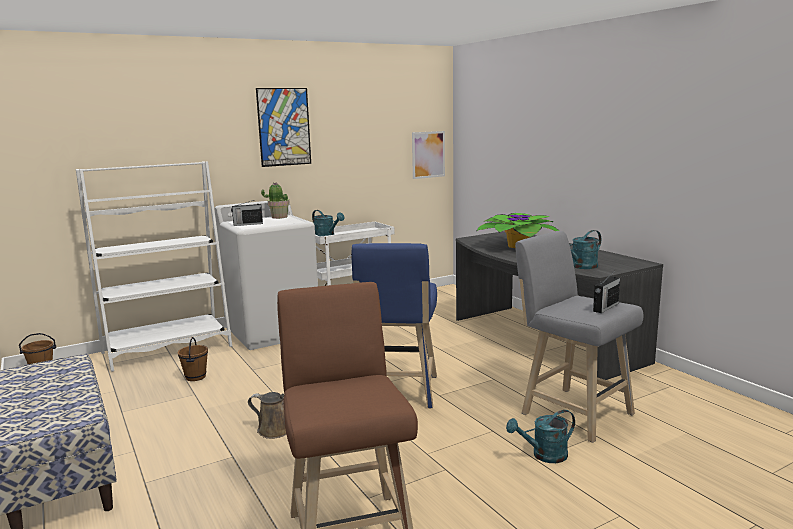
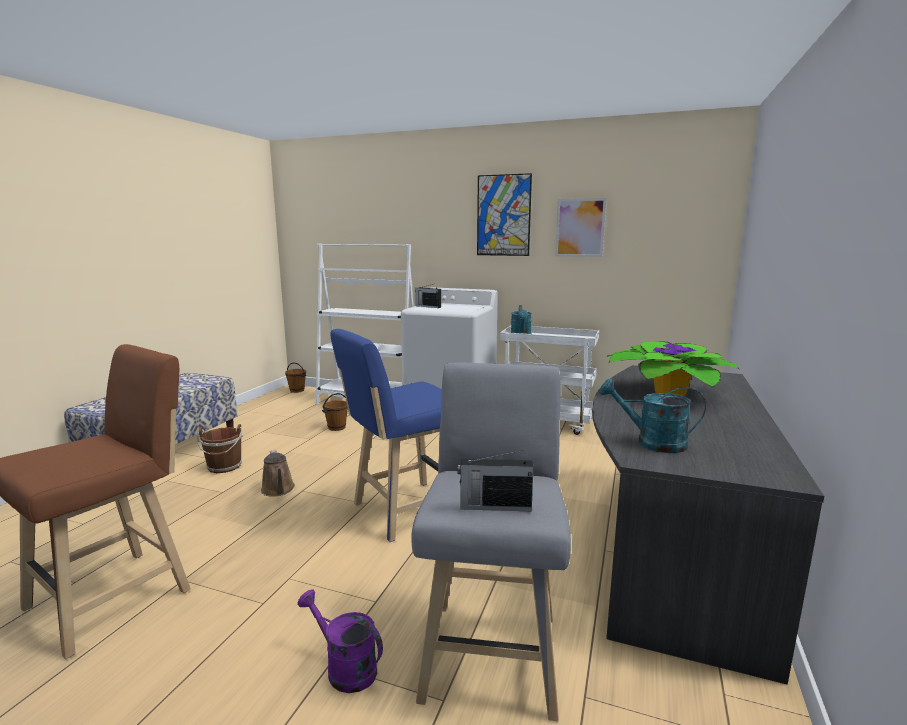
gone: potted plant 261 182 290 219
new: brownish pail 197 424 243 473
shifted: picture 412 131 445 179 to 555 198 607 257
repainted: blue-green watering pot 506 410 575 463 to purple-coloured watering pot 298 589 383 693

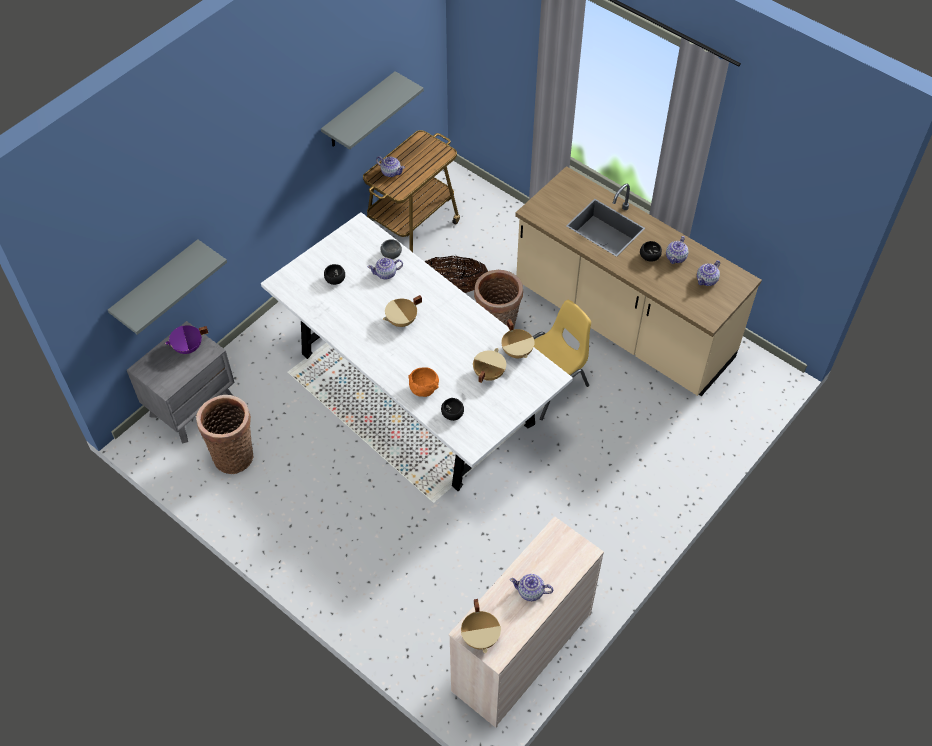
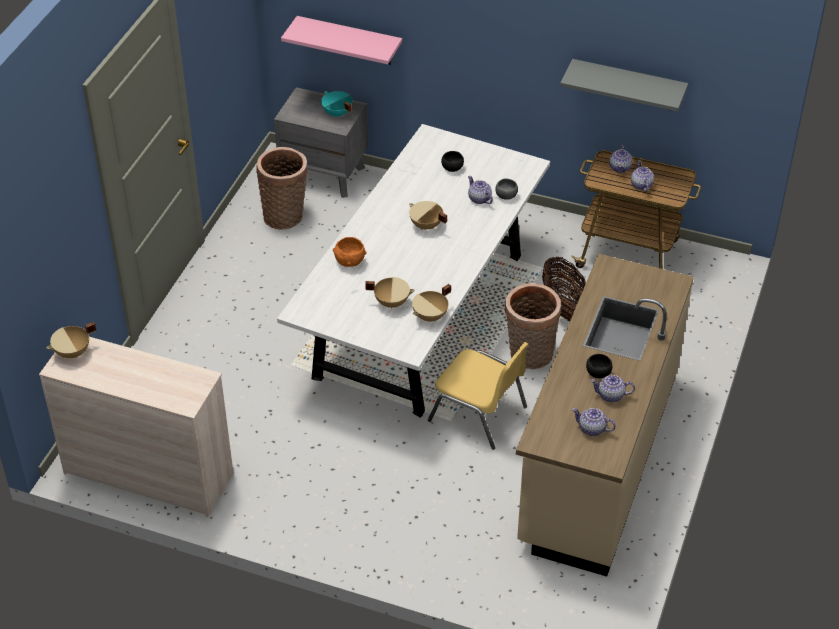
gone: black-coloured serving bowl 441 398 464 421
shifted: tea pot 510 574 553 601 to 631 160 654 192
repainted: greyish wall shelf 108 239 227 335 to pink-coloured wall shelf 281 16 402 64; purple-coloured stockpot 165 325 208 354 to blue-green stockpot 321 91 352 117

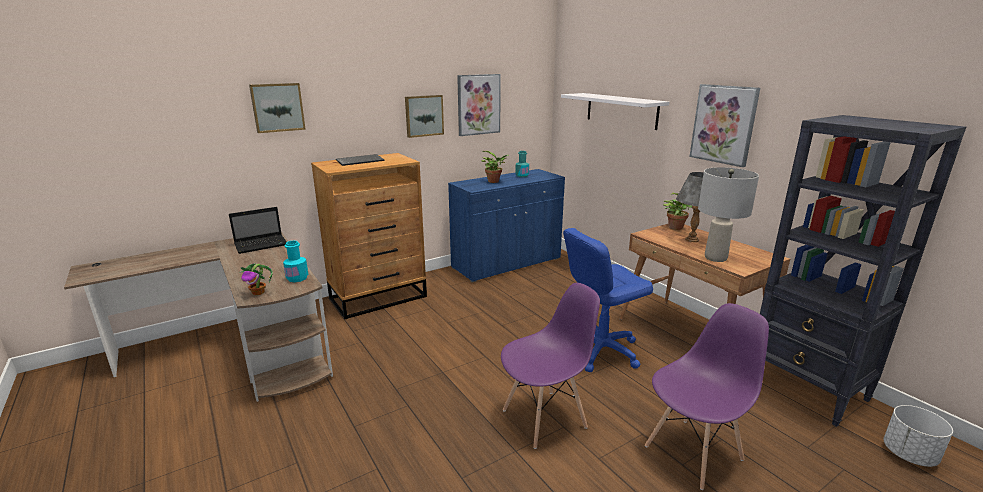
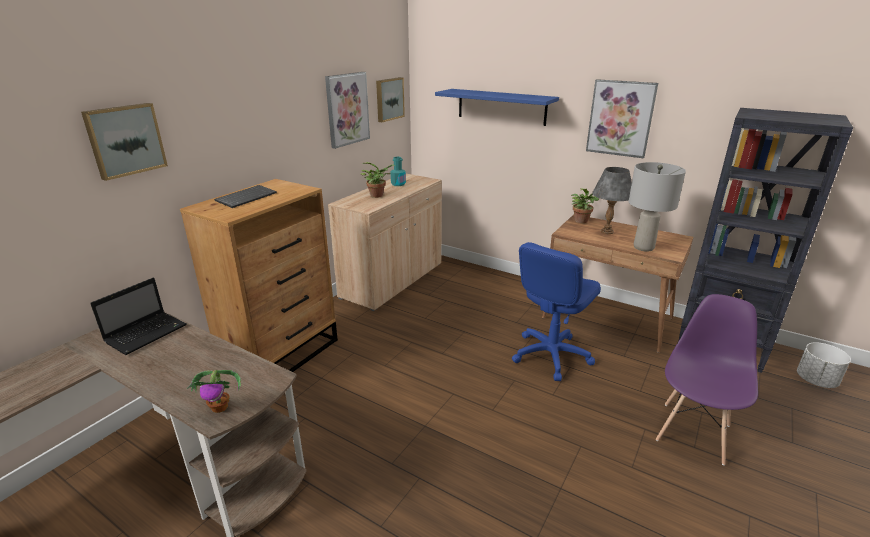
gone: blue-green beverage bottle 283 241 308 282; purple-coloured upright chair 501 283 600 449
shifted: picture 405 95 444 138 to 376 77 405 122
repainted: blue-coloured storage cabinet 448 169 565 282 to beige storage cabinet 328 174 442 311; whitish wall shelf 561 93 669 130 to blue-coloured wall shelf 435 89 559 126

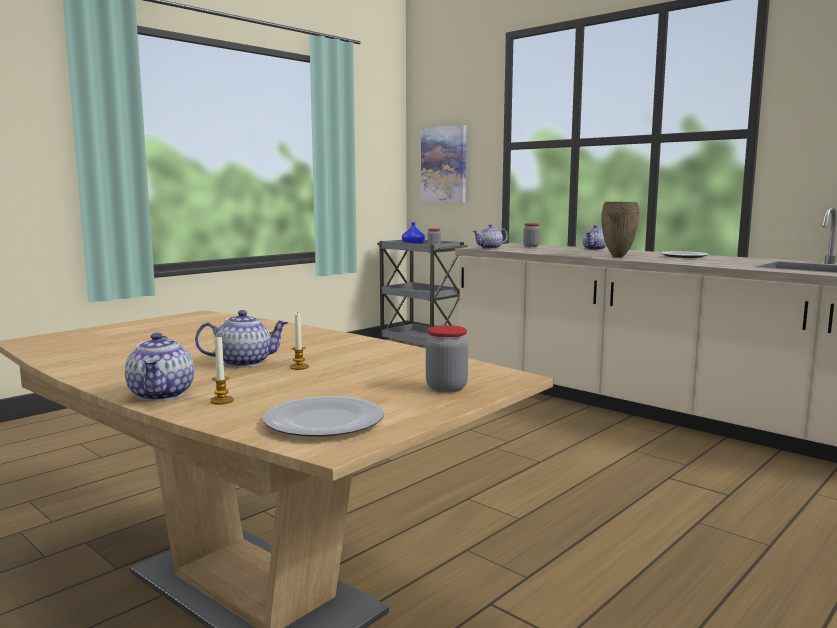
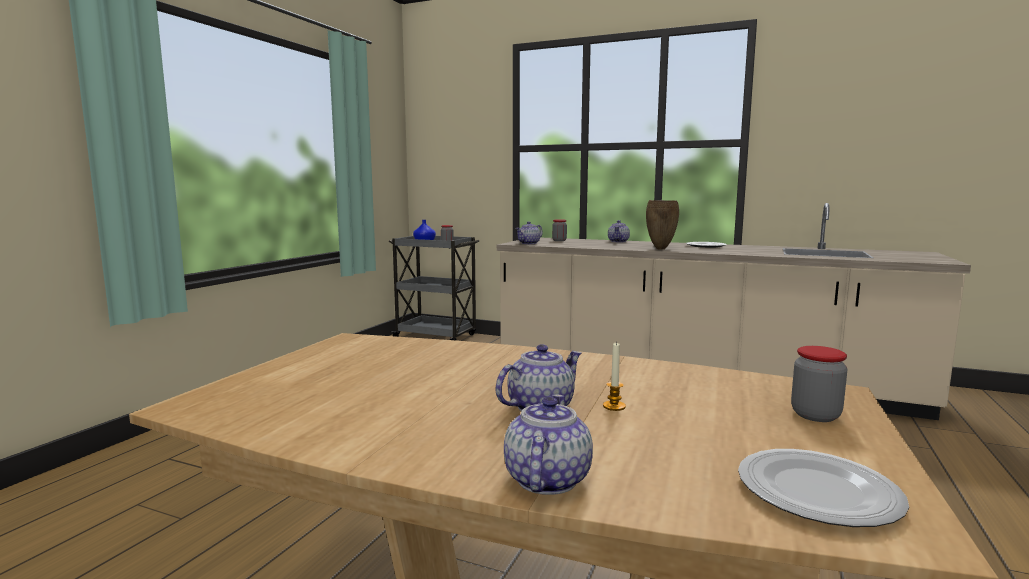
gone: wax candle 210 336 233 405; picture 421 125 466 203
rotated: tea pot 125 333 194 401 = 504 394 593 495 135 degrees counterclockwise

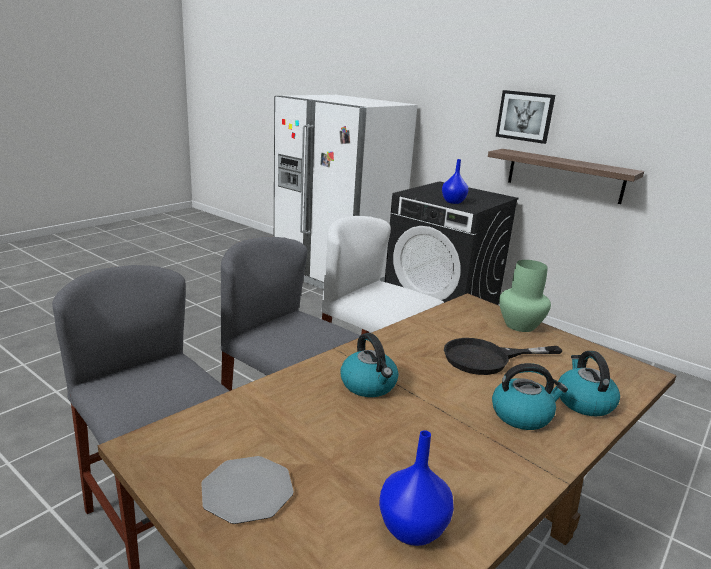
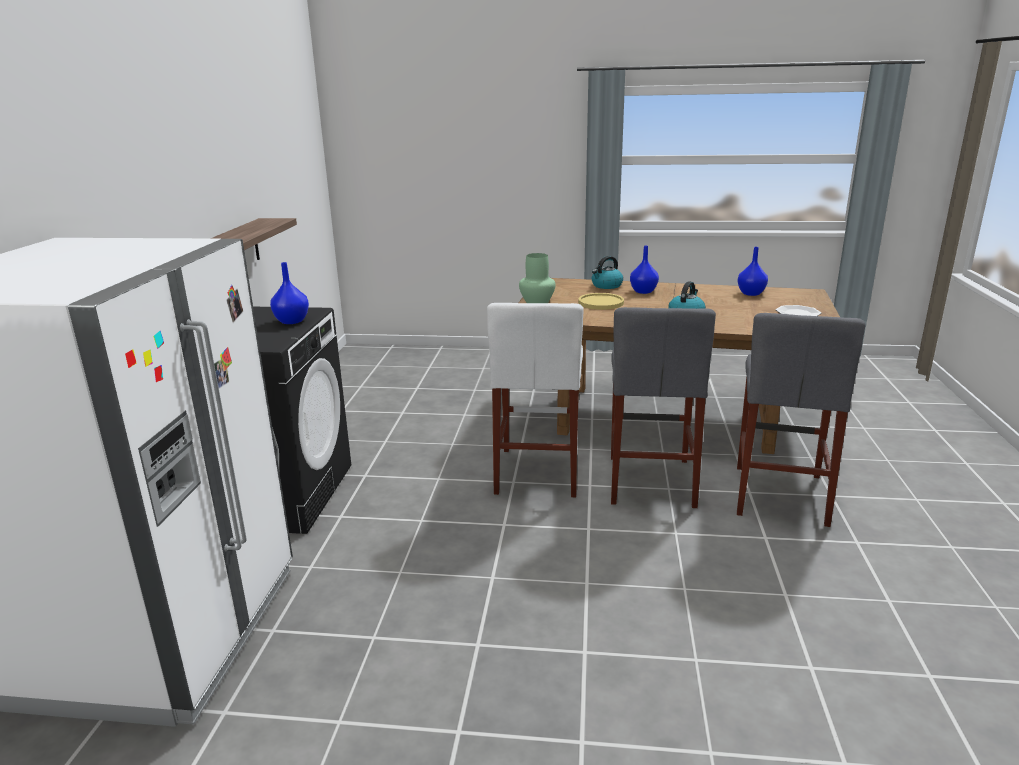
gone: picture 496 90 555 144
swapped: black-coloured pan 444 338 563 375 to yellow flat dish 578 293 624 310; kettle 492 363 568 430 to blue-coloured decorative vase 630 246 659 294

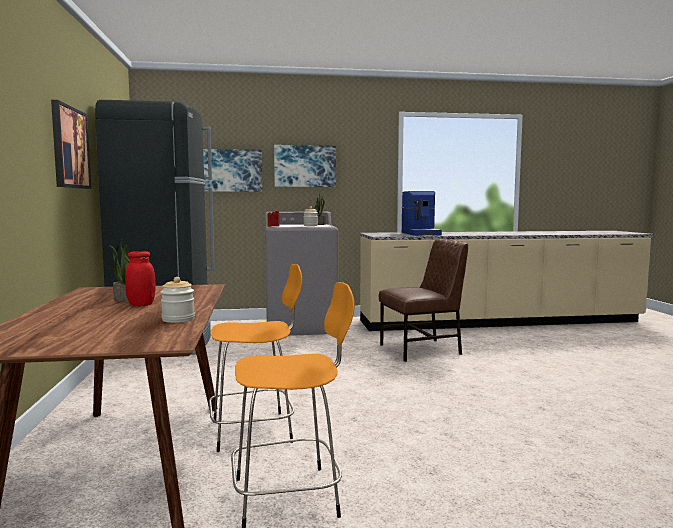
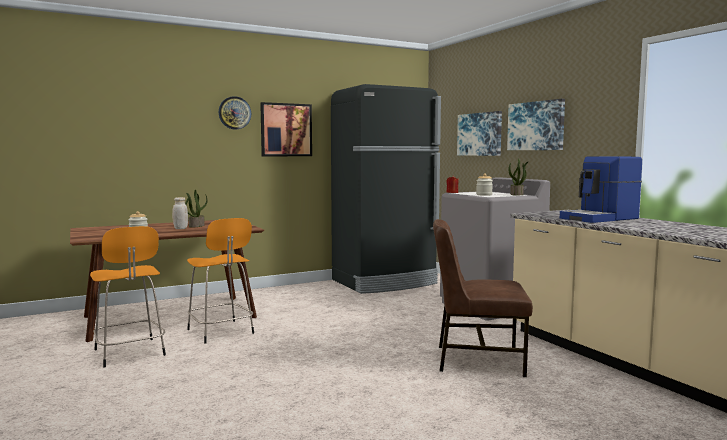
new: wall clock 219 96 251 129
repainted: red jar 125 251 156 306 to whitish jar 172 197 188 229
rotated: brownish upright chair 379 239 468 362 = 433 219 533 377 135 degrees clockwise

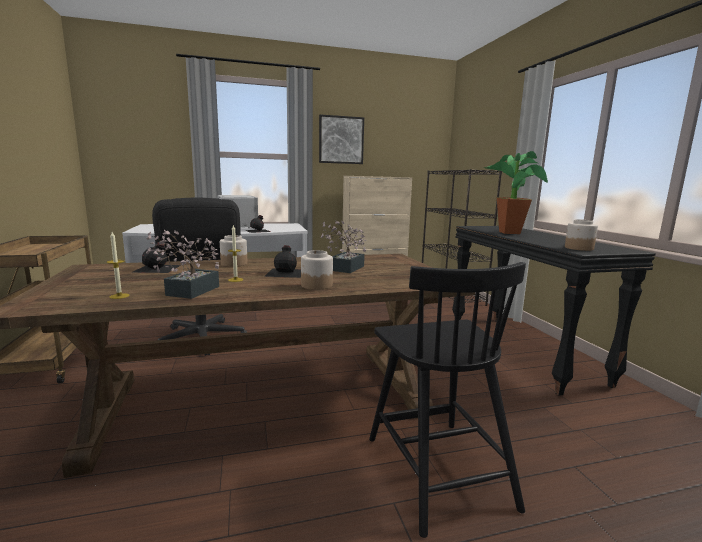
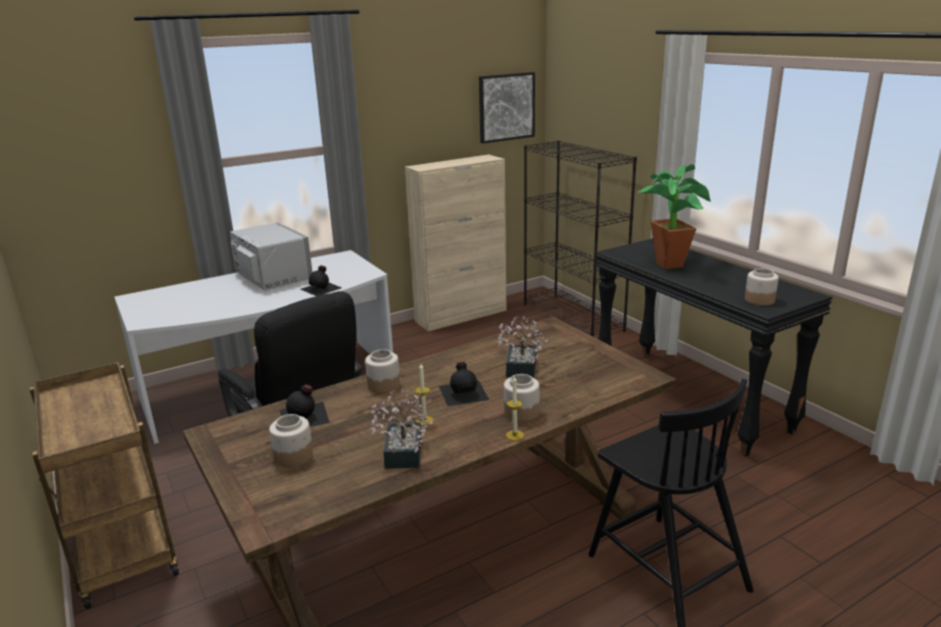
new: jar 269 414 313 467
shifted: wax candle 107 232 130 299 to 506 375 524 440; picture 319 115 364 164 to 479 72 535 144

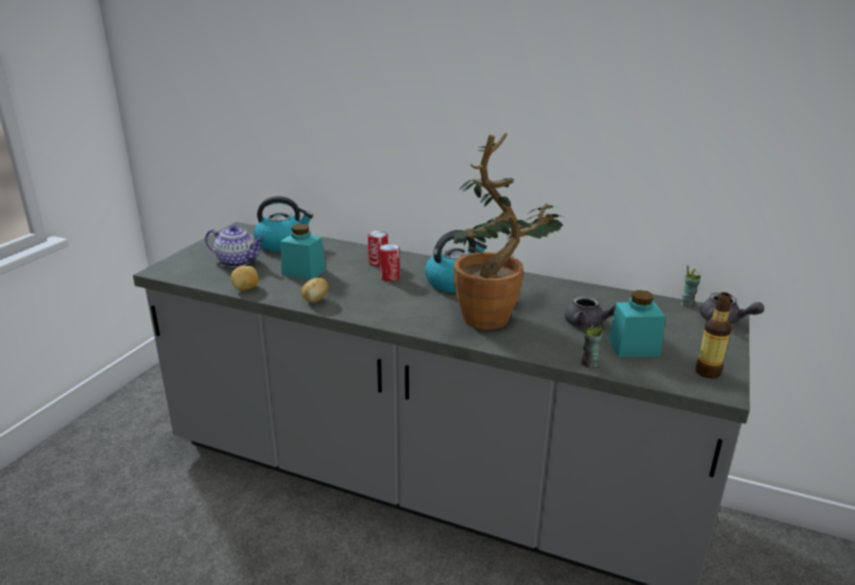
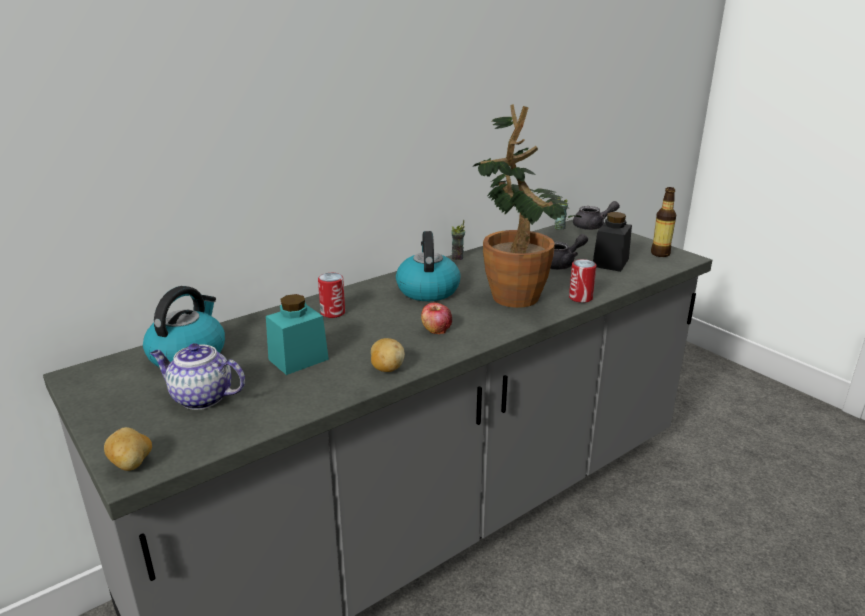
new: apple 421 302 452 334
shifted: spud 231 266 258 290 to 104 427 152 471; metal can 379 244 400 281 to 569 259 596 303; drinking cup 581 324 605 368 to 451 220 465 260
repainted: blue-green jar 608 290 666 357 to black-coloured jar 593 212 632 272
rotated: tea pot 205 225 264 267 = 150 343 245 410 120 degrees counterclockwise

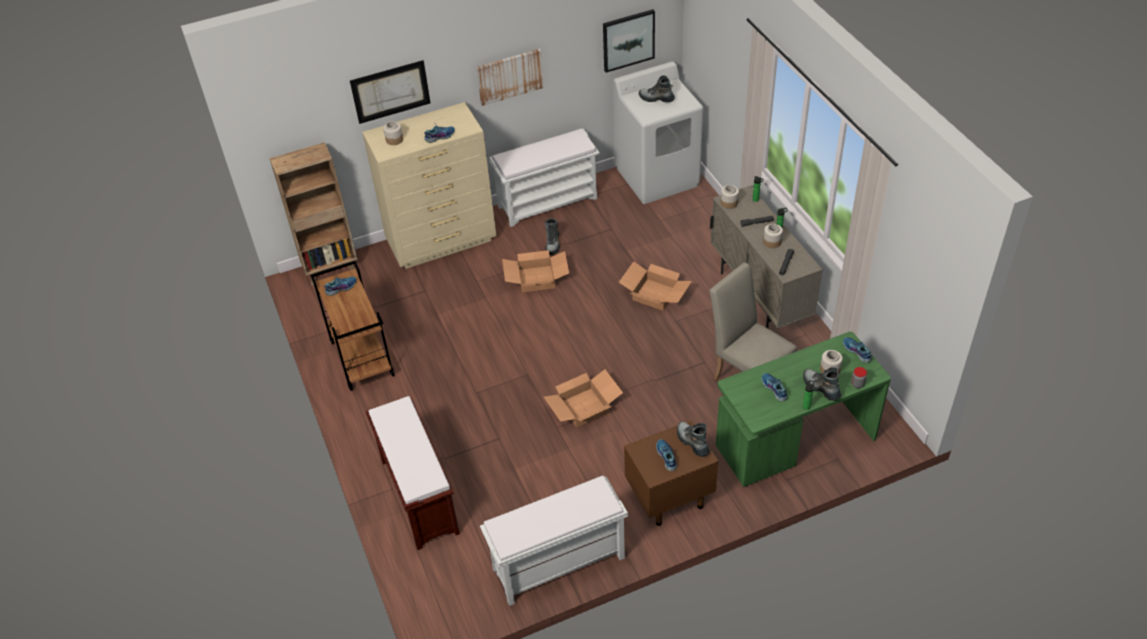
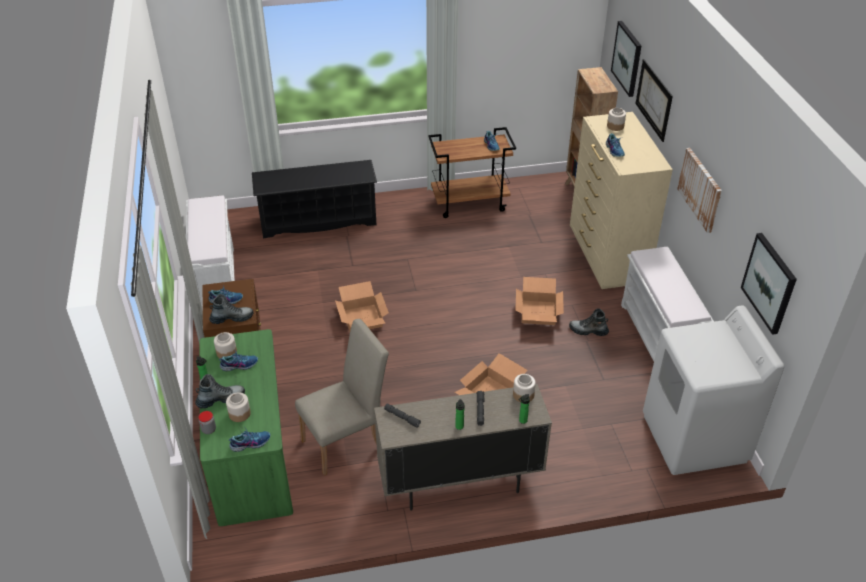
gone: high-top boot 639 75 675 102
new: picture 611 21 642 97
shifted: jar 763 224 783 248 to 214 332 237 358
swapped: brownish bench 366 396 460 550 to black-coloured shoe rack 252 160 377 238

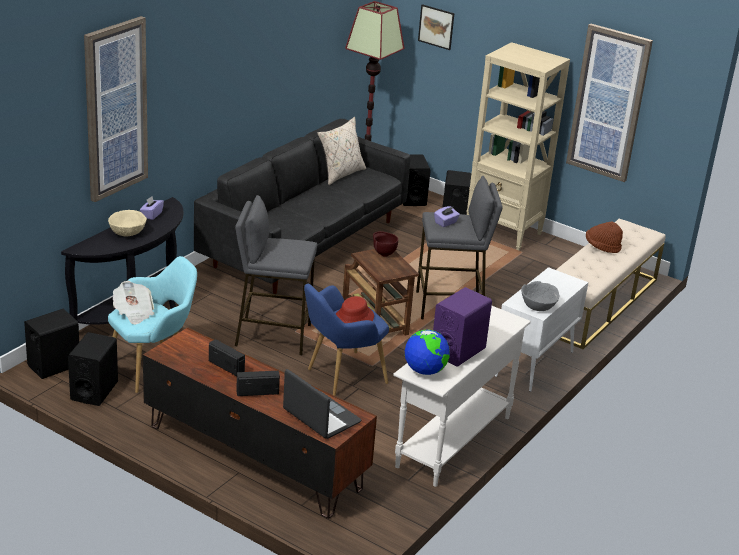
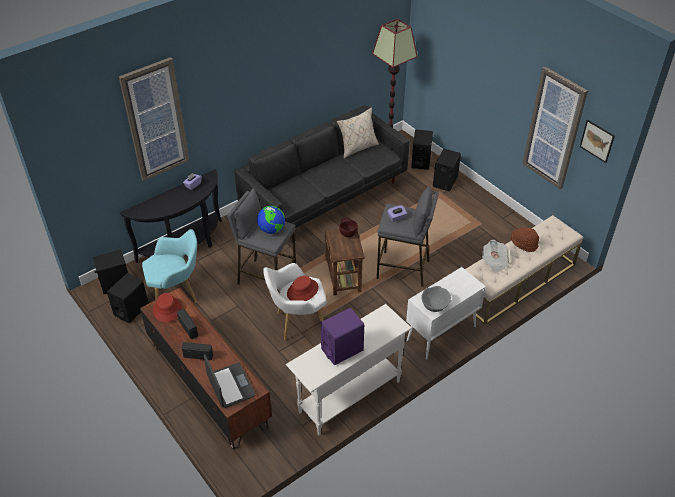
gone: beige serving bowl 108 210 147 236; beige bookshelf 466 42 570 250
new: red clothing hat 153 293 182 322
shifted: newspaper 113 281 154 325 to 482 240 509 273; world globe 405 330 450 375 to 257 206 285 234; picture 418 4 454 50 to 580 120 615 163
repainted: blue-coloured lounge chair 304 284 389 396 to whitish lounge chair 263 263 327 340

